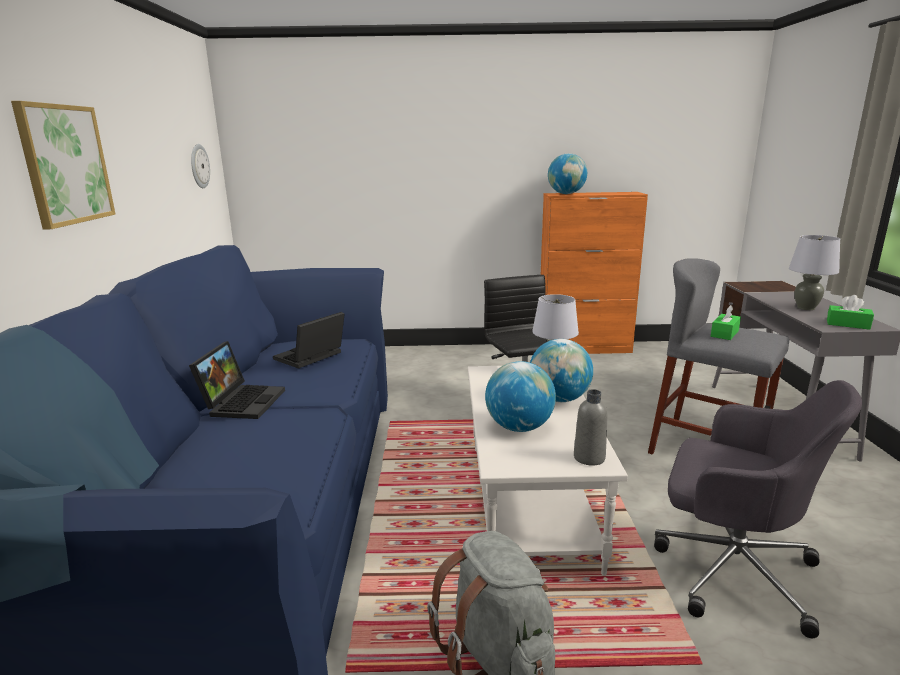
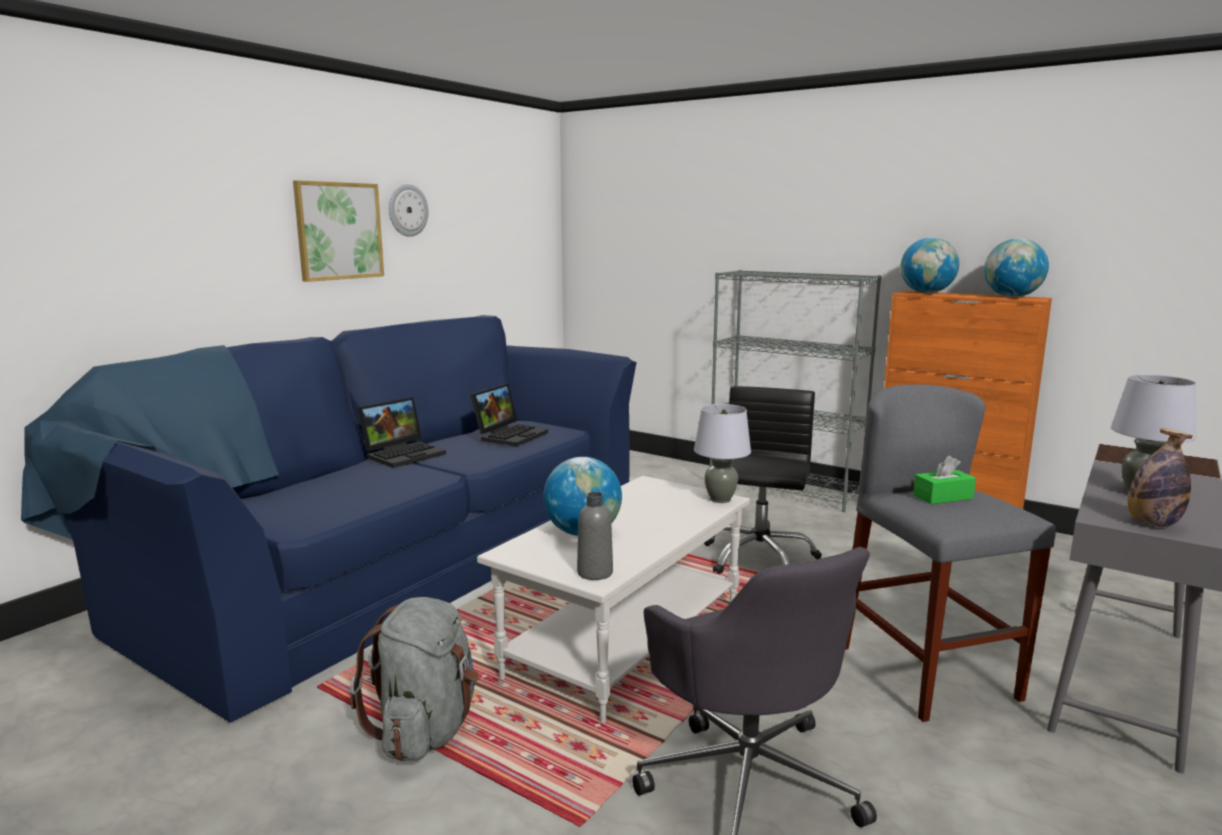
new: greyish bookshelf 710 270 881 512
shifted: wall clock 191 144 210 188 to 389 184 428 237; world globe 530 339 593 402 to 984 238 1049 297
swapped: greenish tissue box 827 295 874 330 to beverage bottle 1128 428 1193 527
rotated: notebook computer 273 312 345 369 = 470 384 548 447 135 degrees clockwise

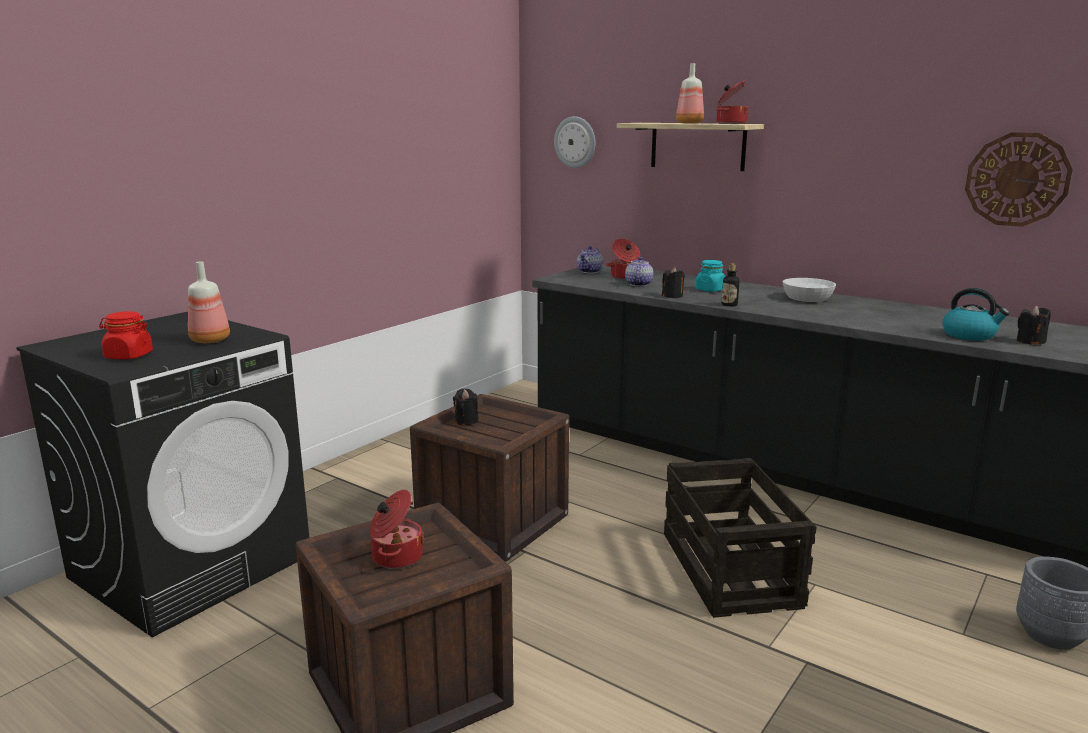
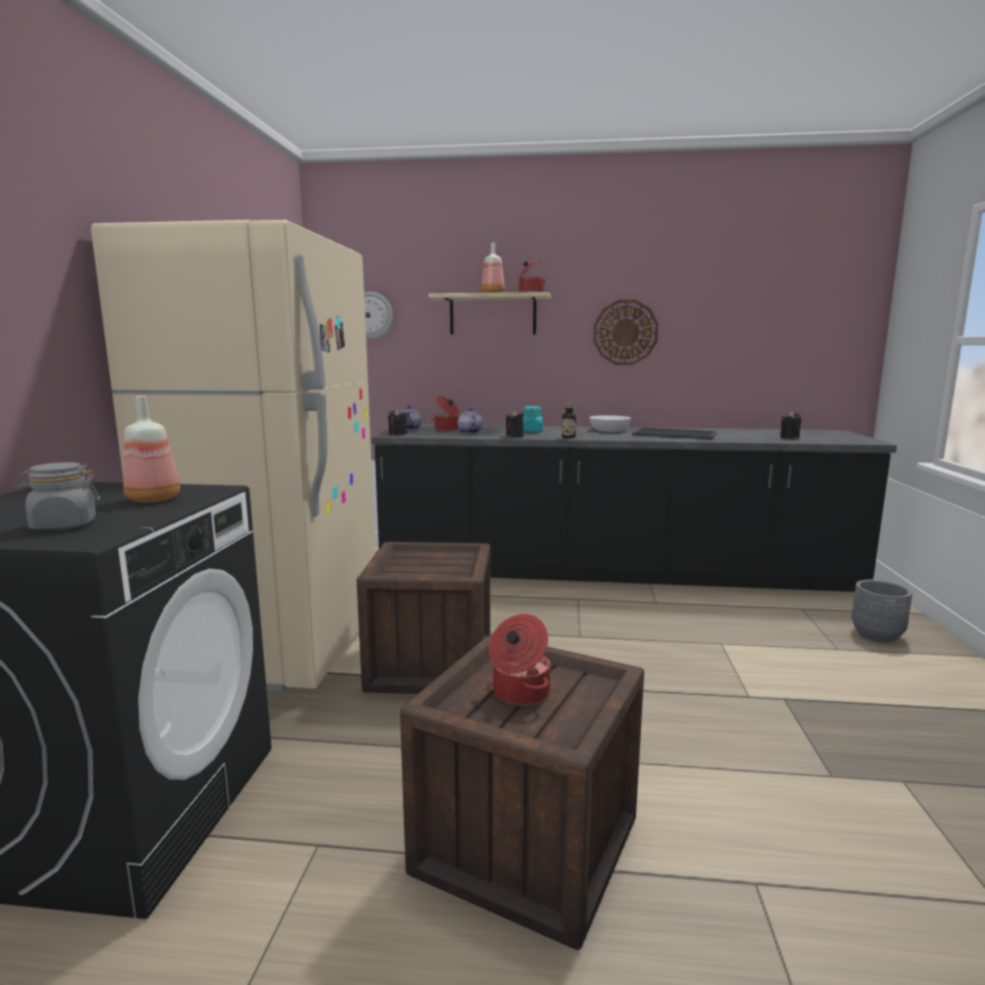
gone: crate 664 458 817 618; kettle 943 288 1010 341
new: beige refrigerator 91 220 375 692; tray 632 428 716 440
shifted: black-coloured wax candle 453 389 478 426 to 388 409 407 435; wall clock 965 132 1073 227 to 593 300 658 365
repainted: red jar 99 311 153 359 to greyish jar 15 462 100 530

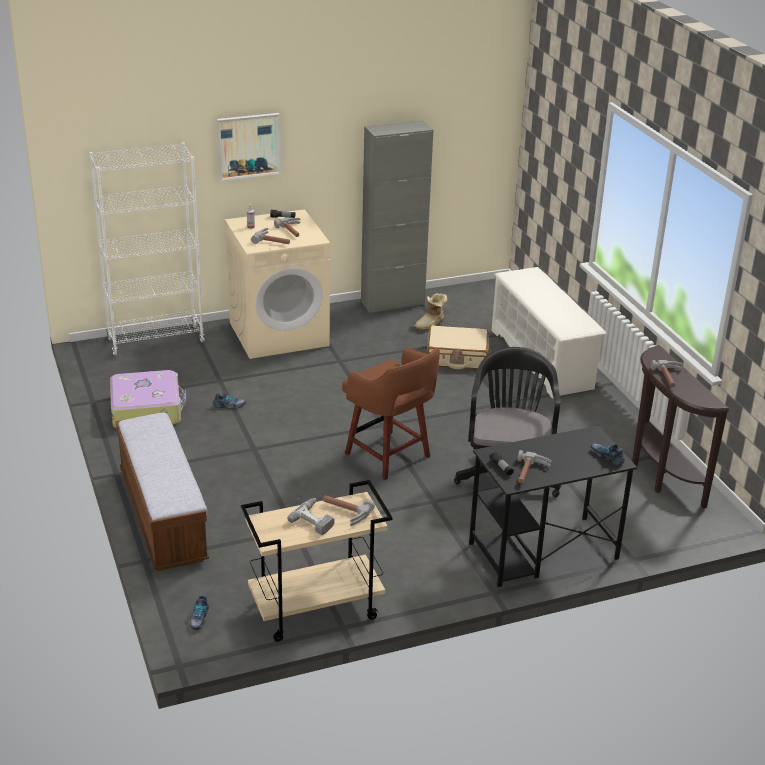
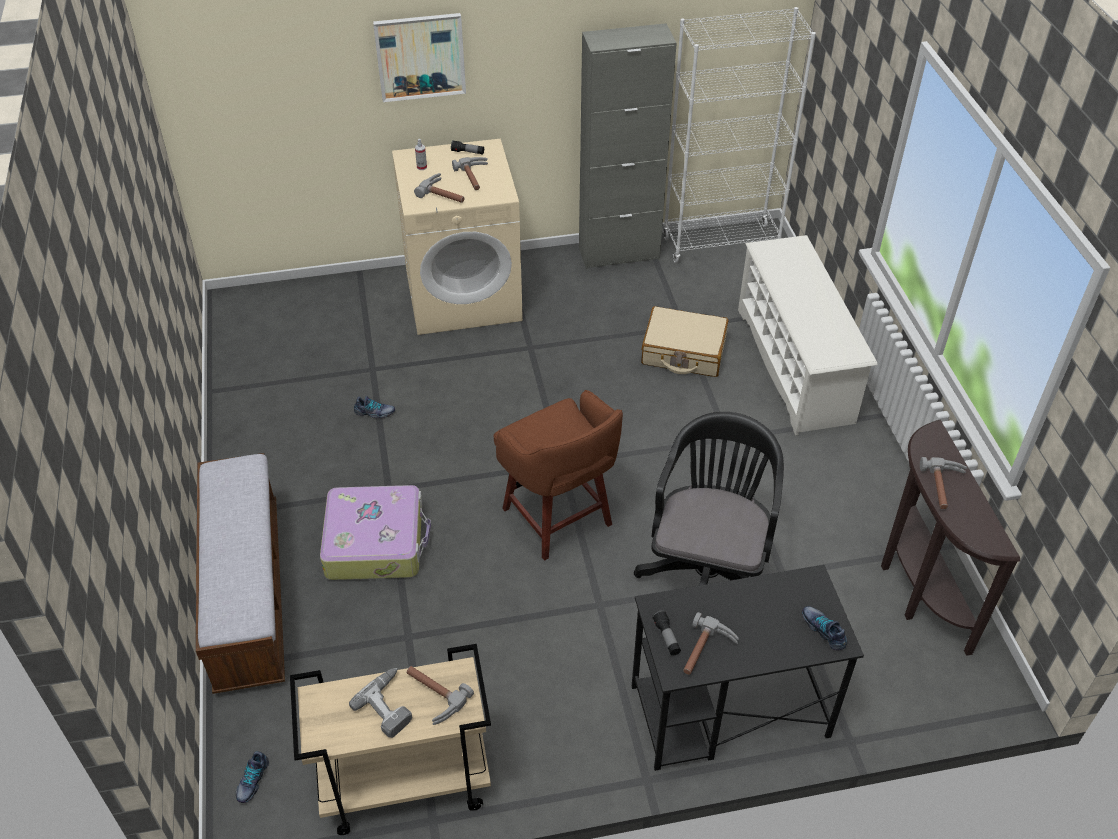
gone: high-top boot 414 293 448 331
shifted: whitish bookshelf 89 142 205 356 to 663 7 816 263; piece of luggage 110 370 186 428 to 320 485 431 580

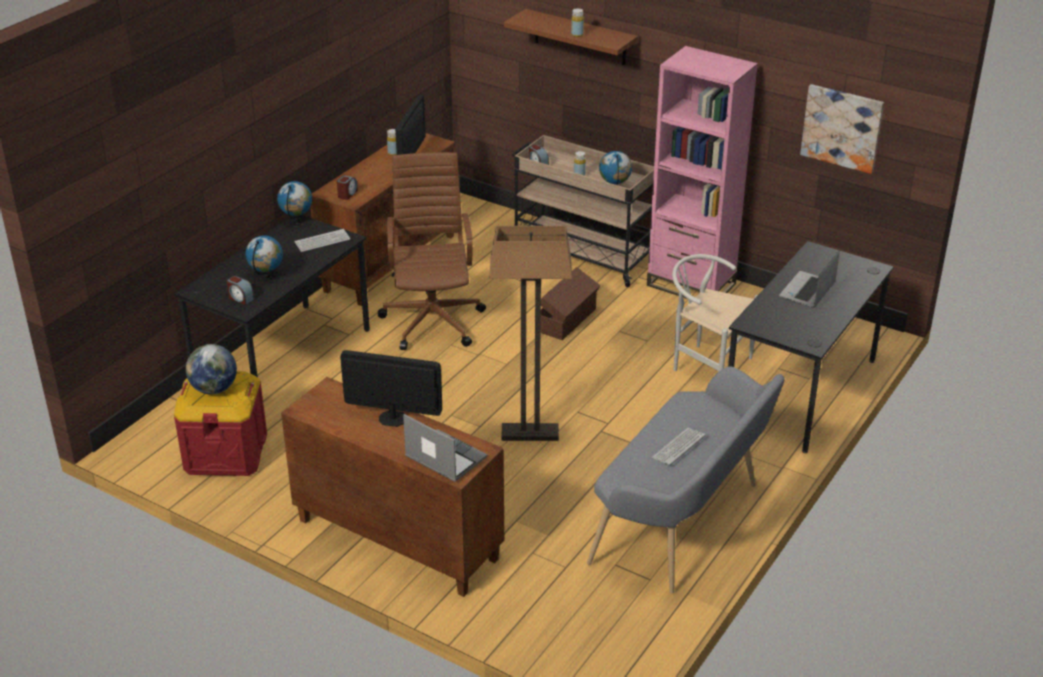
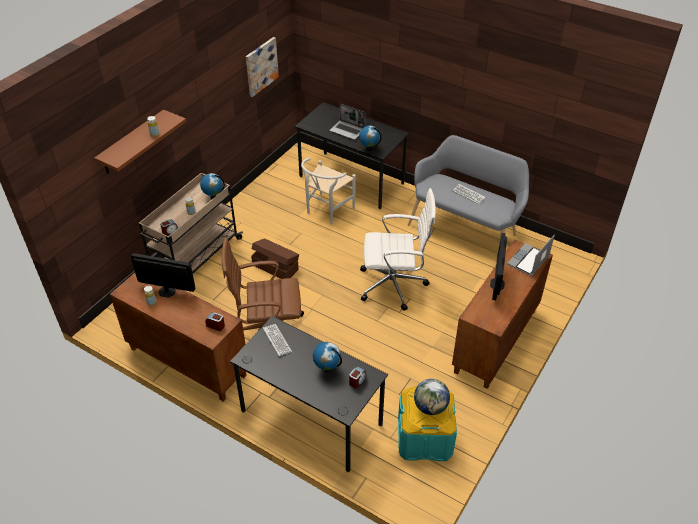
gone: pink-coloured bookshelf 647 46 758 299
shifted: world globe 277 181 312 223 to 359 126 381 151
swapped: standard lamp 490 226 572 441 to whitish computer chair 360 188 436 311
repainted: red storage container 174 371 267 476 to blue-green storage container 398 386 457 461

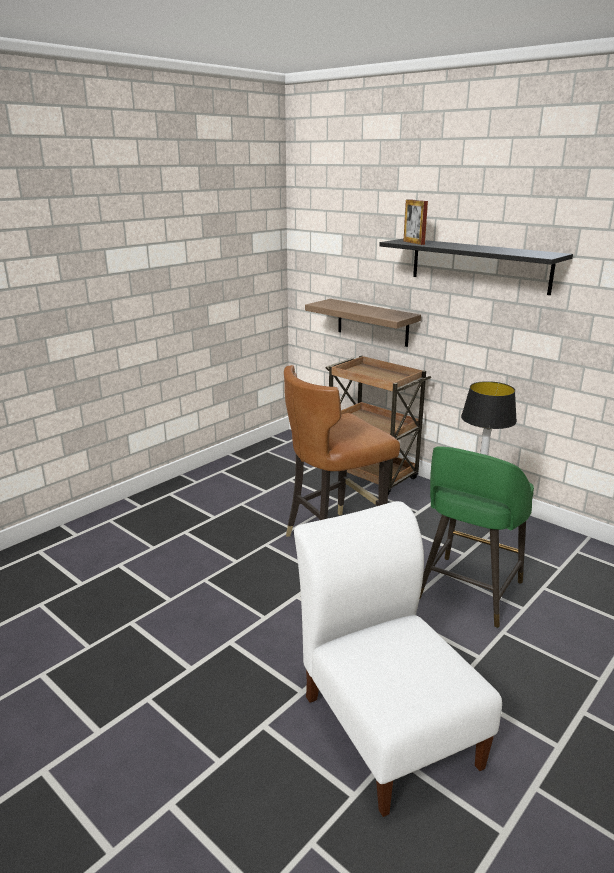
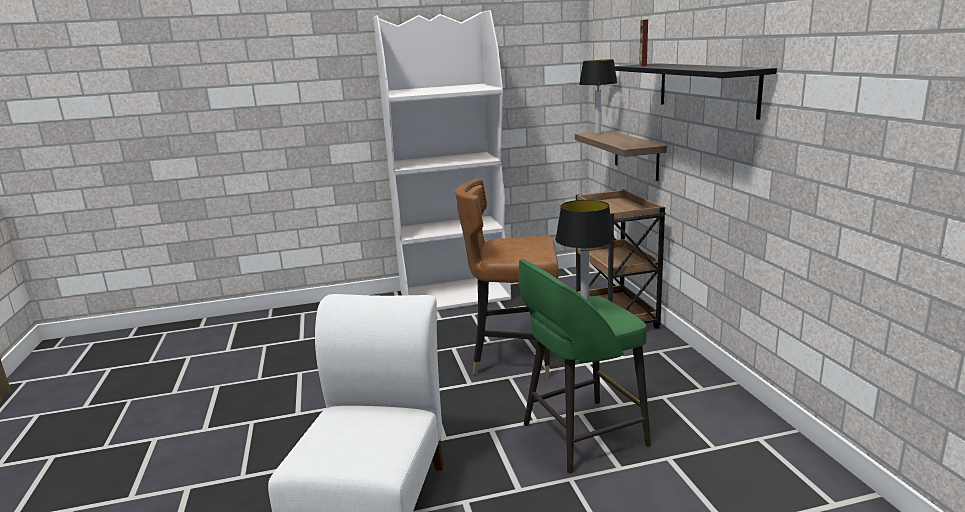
new: whitish bookshelf 373 10 511 310; tabletop lamp 579 60 617 134

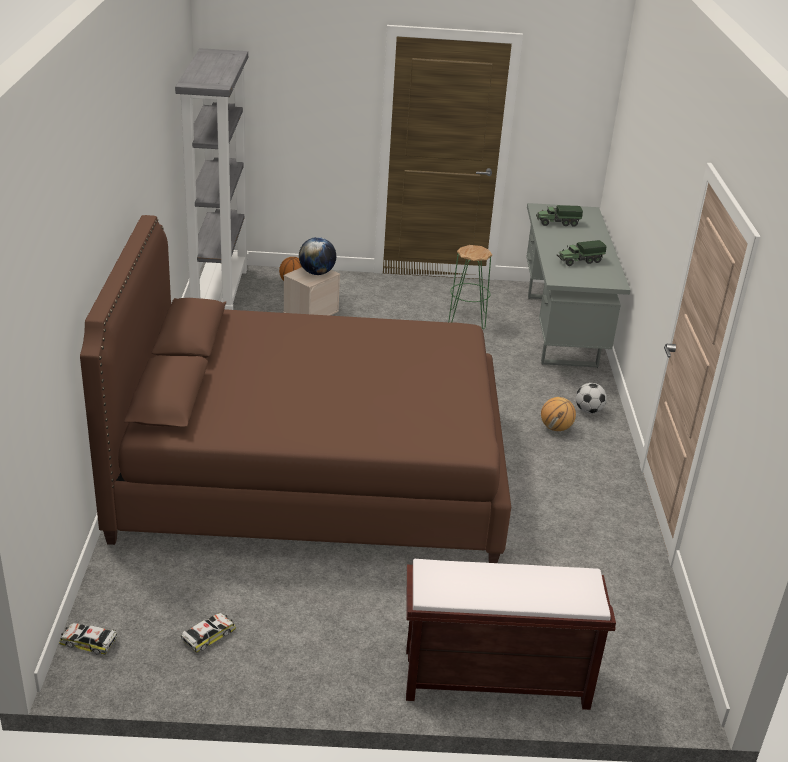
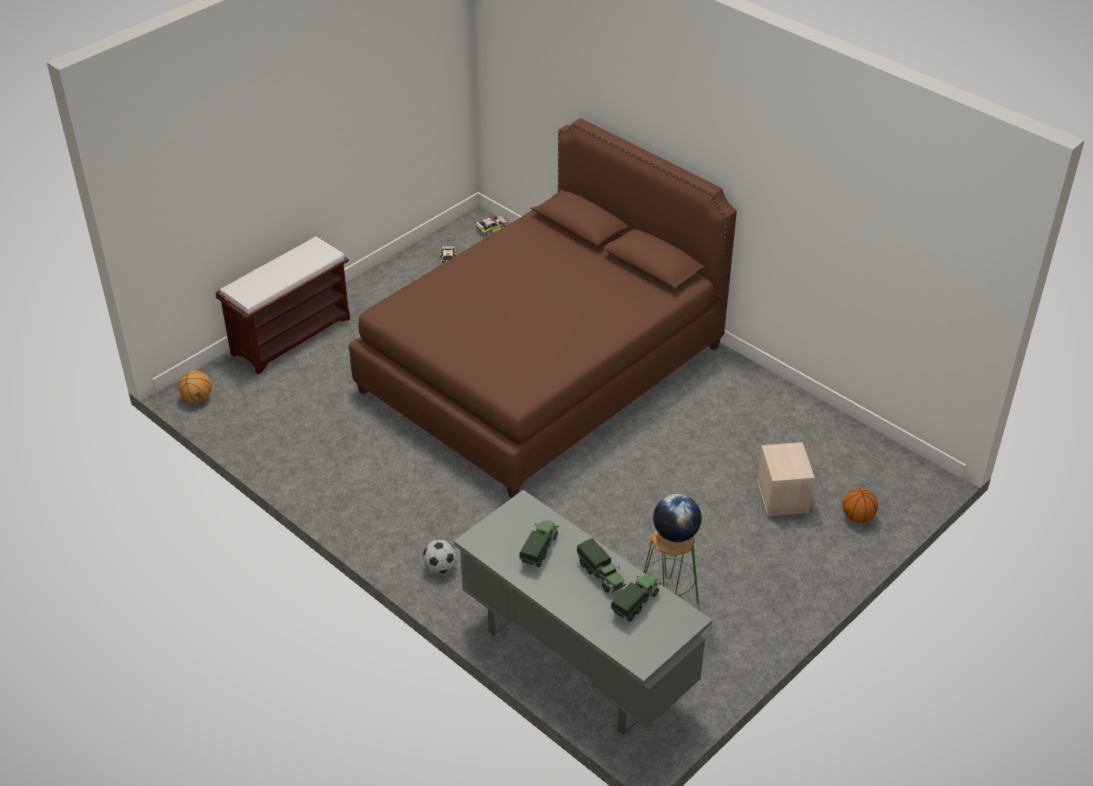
gone: greyish bookshelf 175 48 249 310
new: model truck 577 538 626 593
shifted: world globe 299 237 336 275 to 653 494 702 542; ball for basketball 541 397 576 431 to 178 370 212 403

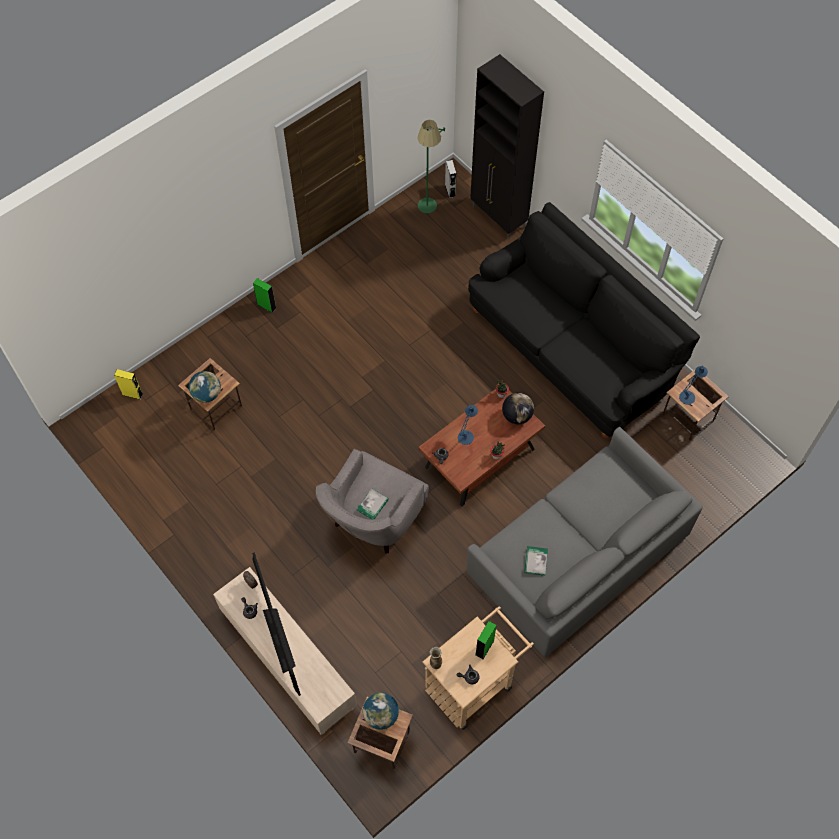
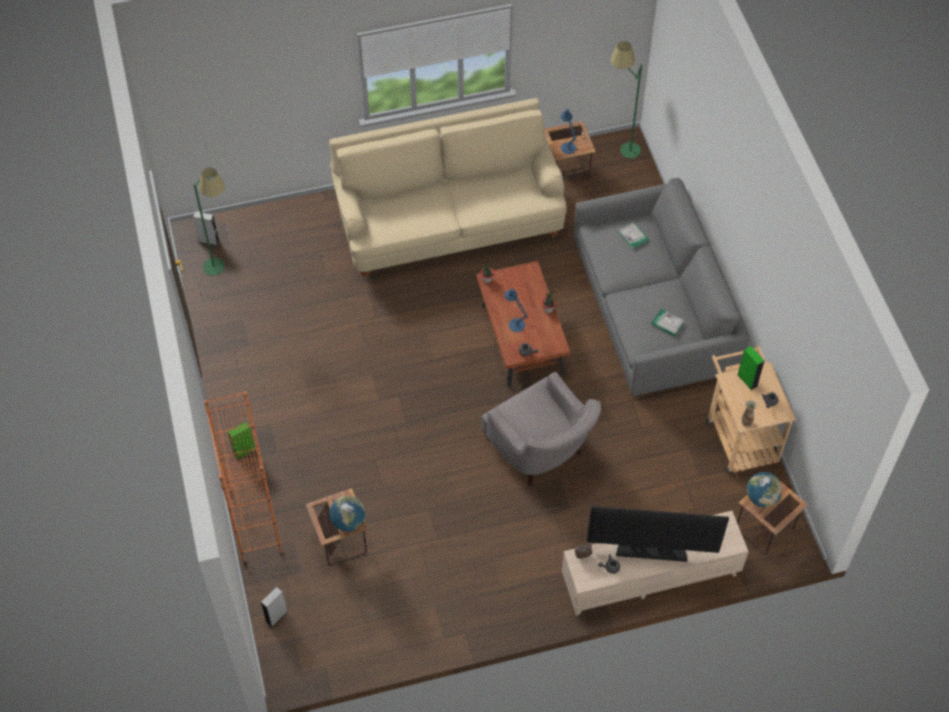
gone: black-coloured storage cabinet 470 54 544 240; world globe 502 393 534 424
new: orange bookshelf 204 391 284 564; greenish standard lamp 611 41 642 158
shifted: volume 357 489 389 519 to 619 222 649 249
repainted: yellow audio speaker 114 369 143 400 to greyish audio speaker 261 587 288 627; black-coloured settee 468 202 700 438 to beige settee 329 98 567 277

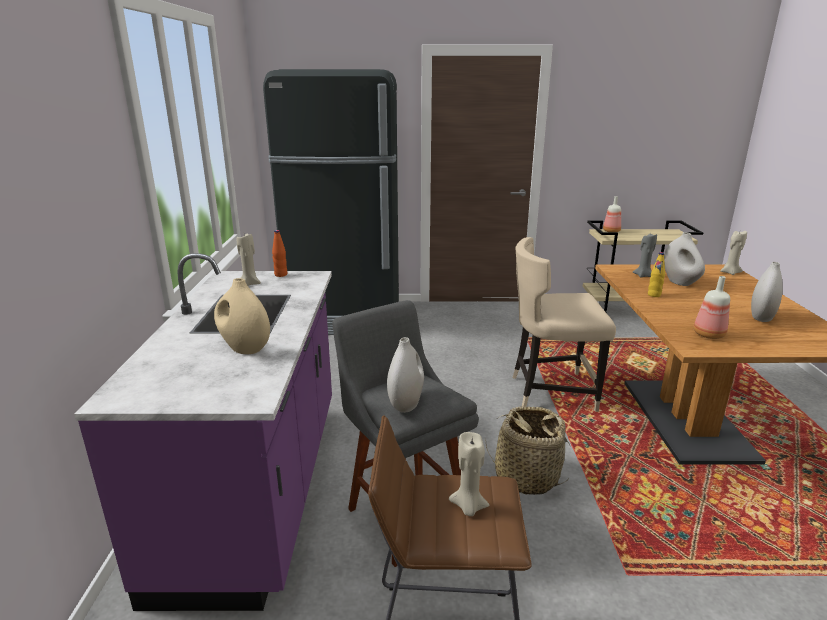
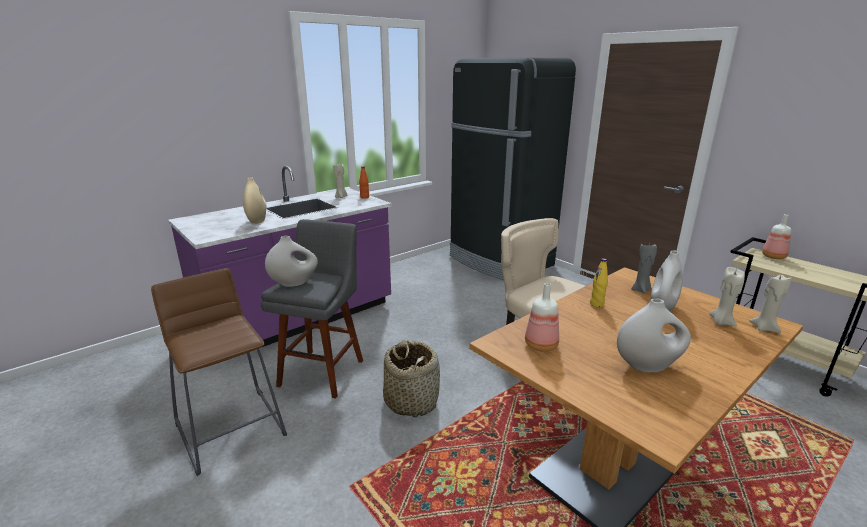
shifted: beige wax candle 449 432 489 516 to 709 267 745 326

